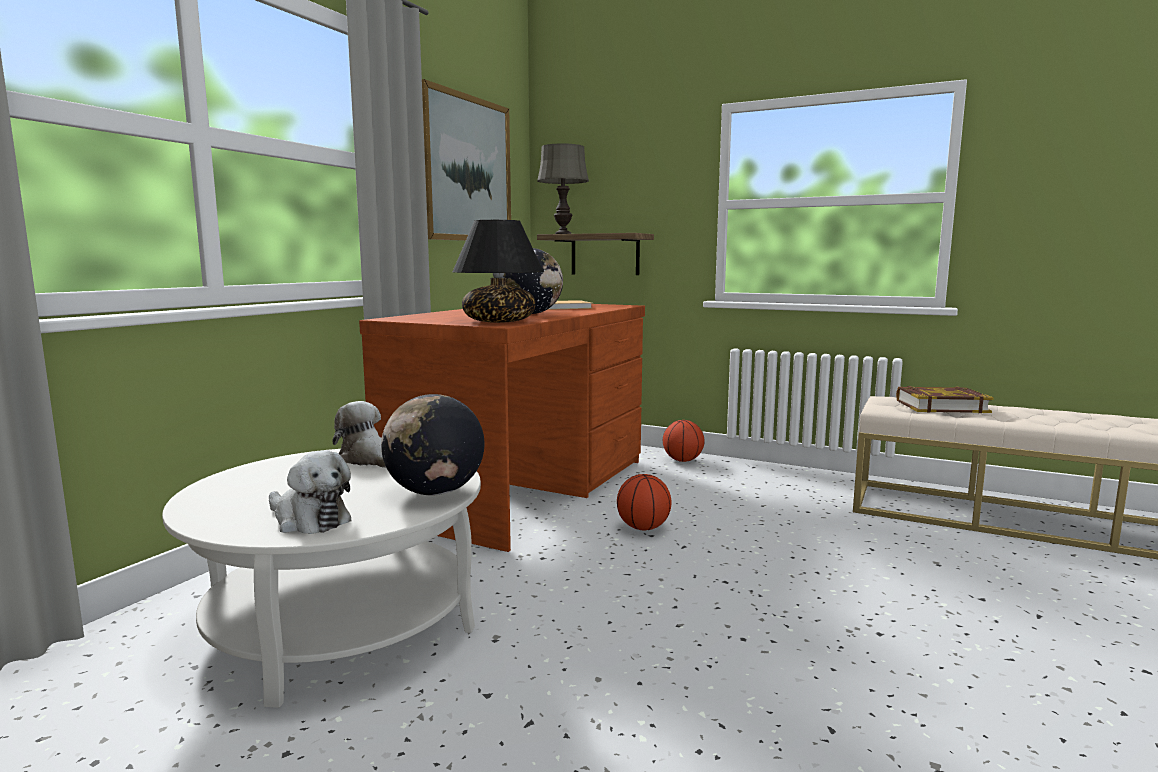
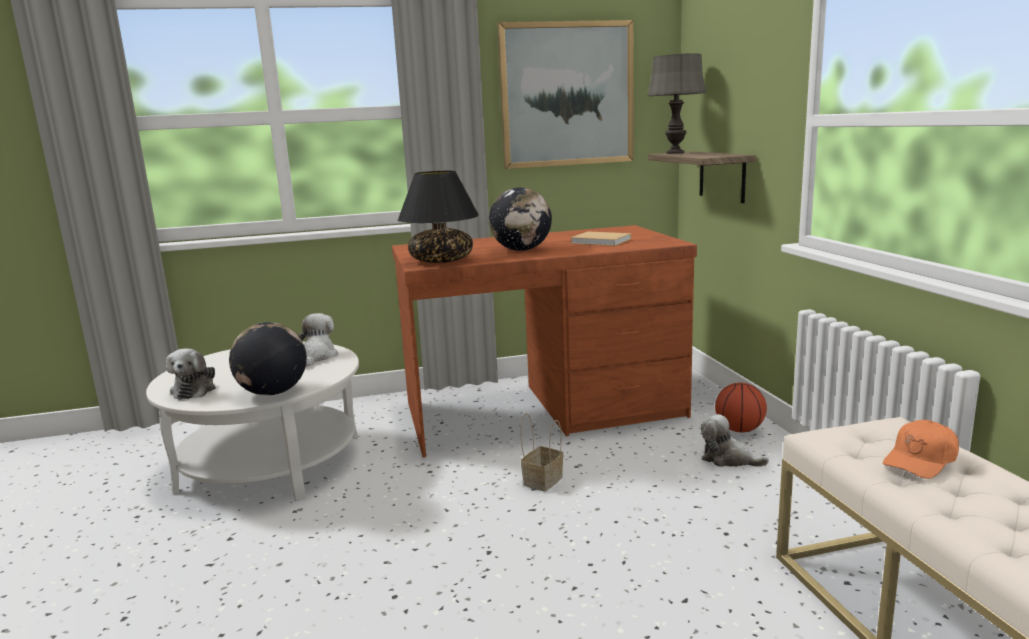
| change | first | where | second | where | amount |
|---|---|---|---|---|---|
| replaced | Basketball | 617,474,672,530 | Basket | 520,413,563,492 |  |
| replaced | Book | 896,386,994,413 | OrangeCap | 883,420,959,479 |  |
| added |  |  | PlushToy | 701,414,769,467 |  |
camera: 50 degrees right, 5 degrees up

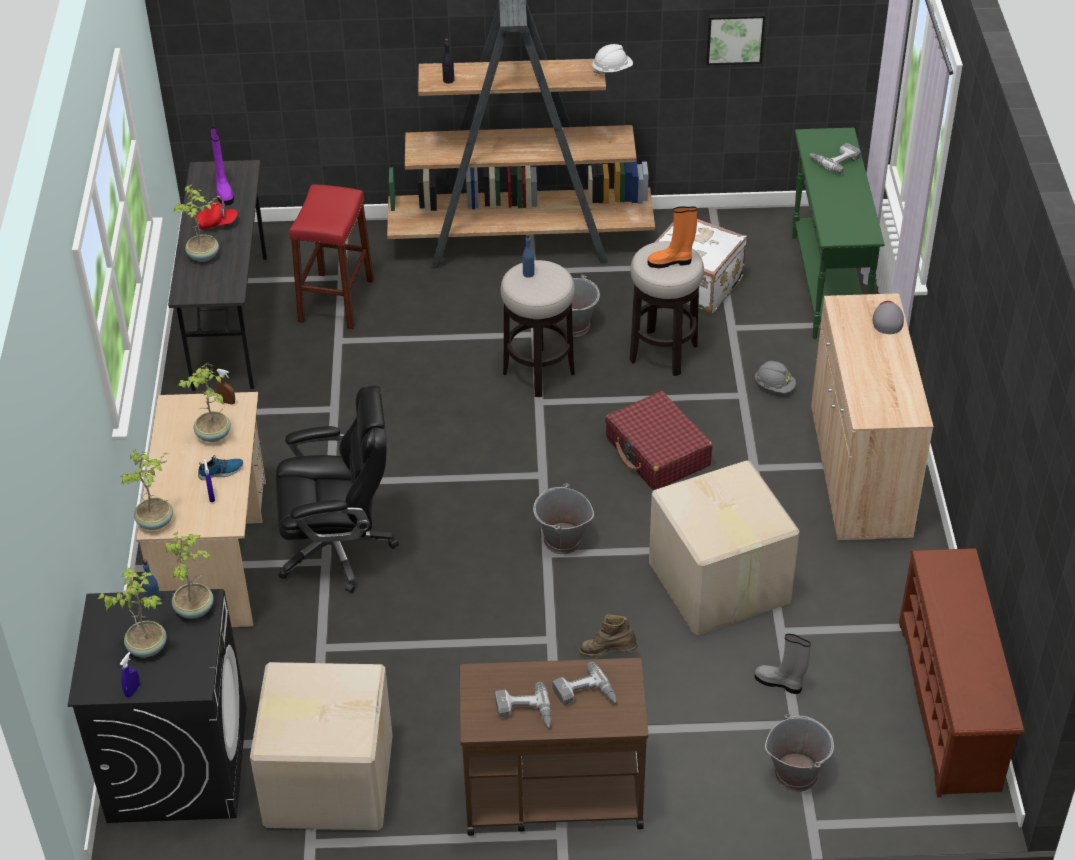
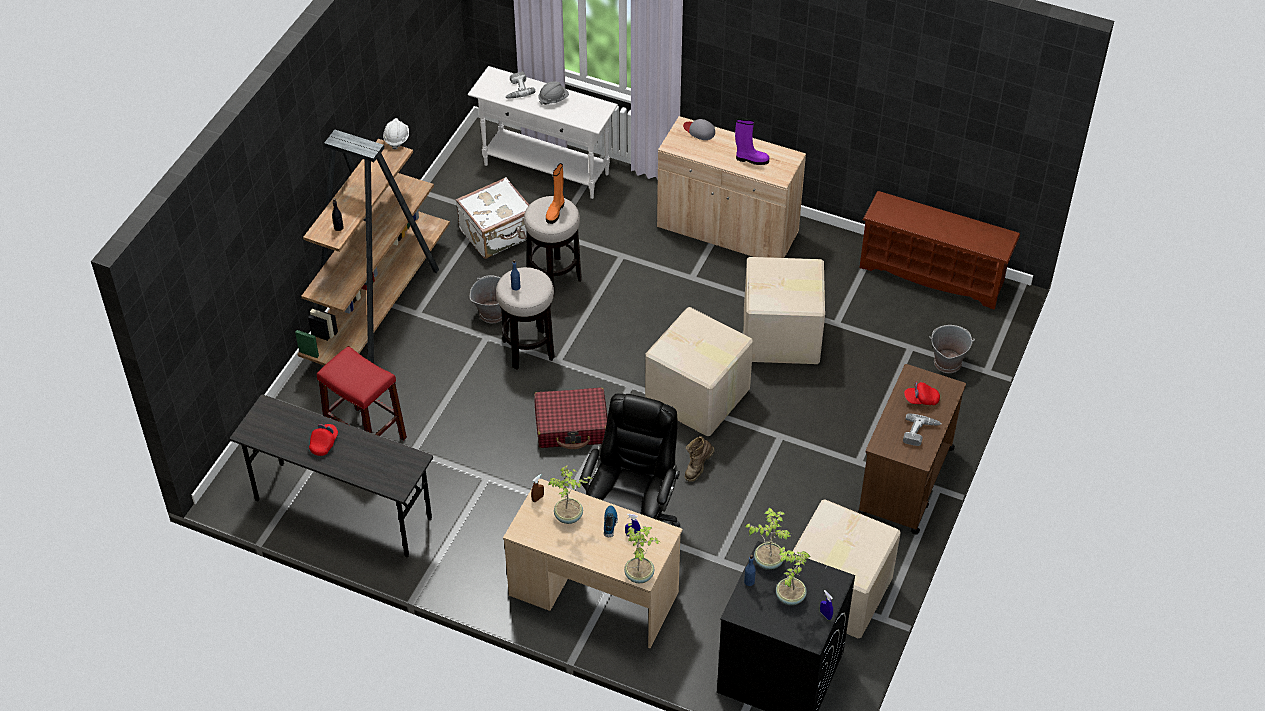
| change | first | where | second | where | amount |
|---|---|---|---|---|---|
| removed | PottedPlant | 173,184,222,262 |  |  |  |
| moved | PurpleBoot | 210,127,234,206 |  | 735,119,769,165 |  |
| replaced | GreyBucket | 533,484,594,554 | CardboardBox | 645,307,753,436 |  |
| replaced | PowerDrill | 552,662,616,705 | RedCap | 904,382,940,405 |  |
| moved | BrownBoot | 579,614,638,658 |  | 685,436,715,482 |  |
| moved | RedSuitcase | 605,391,713,490 |  | 534,387,607,449 |  |
| removed | Picture | 706,13,765,65 |  |  |  |
| moved | GreyHardHat | 755,361,796,393 |  | 538,82,569,105 |  |
| removed | GreyBoot | 755,634,811,694 |  |  |  |
| recoloured | GreenConsoleTable | 792,128,885,339 | WhiteConsoleTable | 468,66,618,199 |  |
camera: 65 degrees left, 5 degrees up

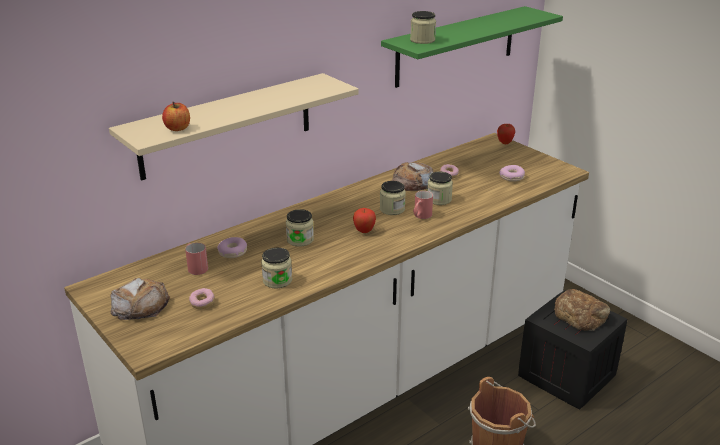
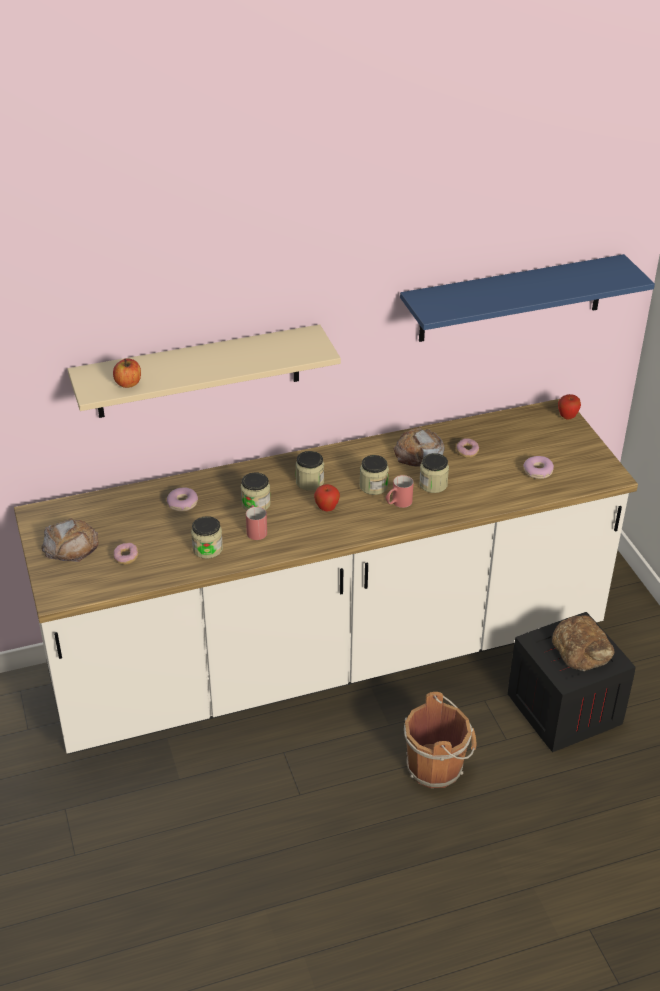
| change | first | where | second | where | amount |
|---|---|---|---|---|---|
| moved | RedMug | 185,243,208,275 |  | 246,505,267,540 |  |
| recoloured | GreenShelf | 381,6,563,88 | BlueShelf | 400,254,655,342 |  |
| moved | Jar | 410,11,436,44 |  | 296,451,324,491 |  |
camera: 20 degrees right, 10 degrees up

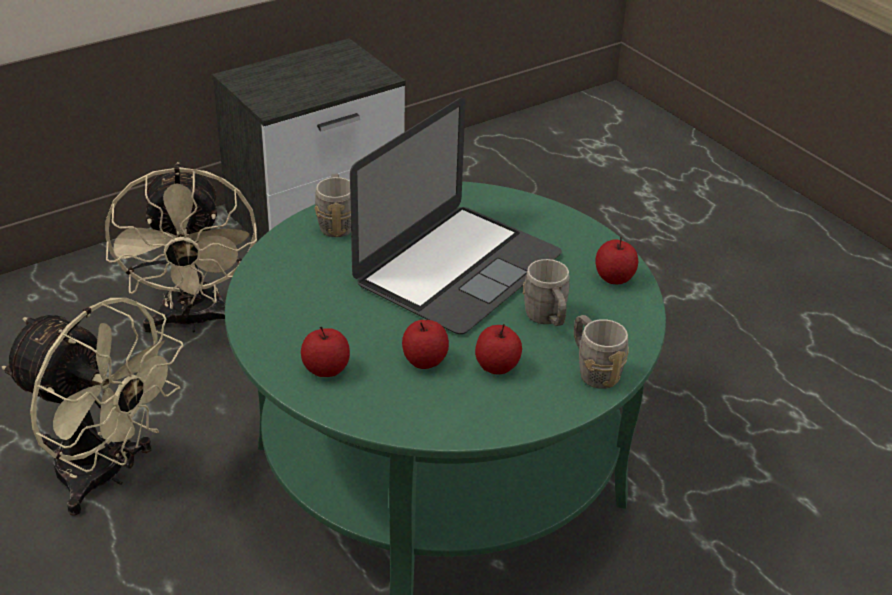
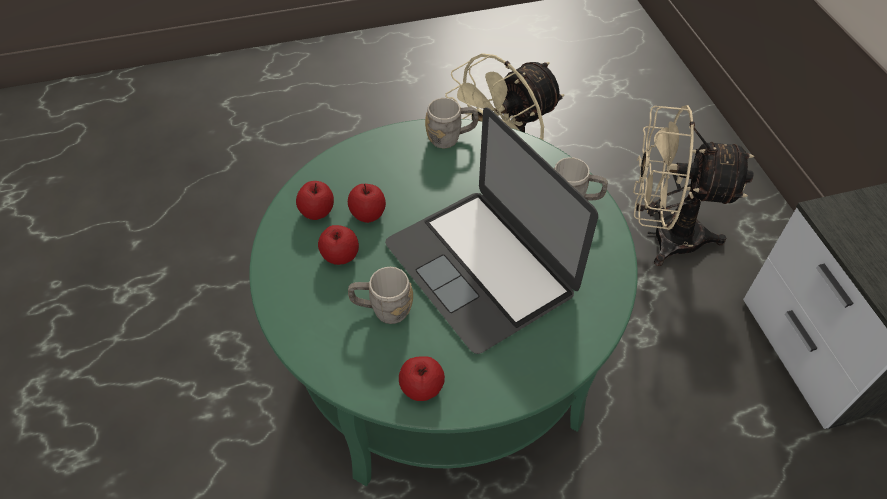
| change | first | where | second | where | amount |
|---|---|---|---|---|---|
| moved | Apple | 301,327,350,377 |  | 296,181,334,220 |  |
| moved | GreyMug | 574,315,629,389 |  | 425,98,478,148 |  |
camera: 110 degrees right, 15 degrees up

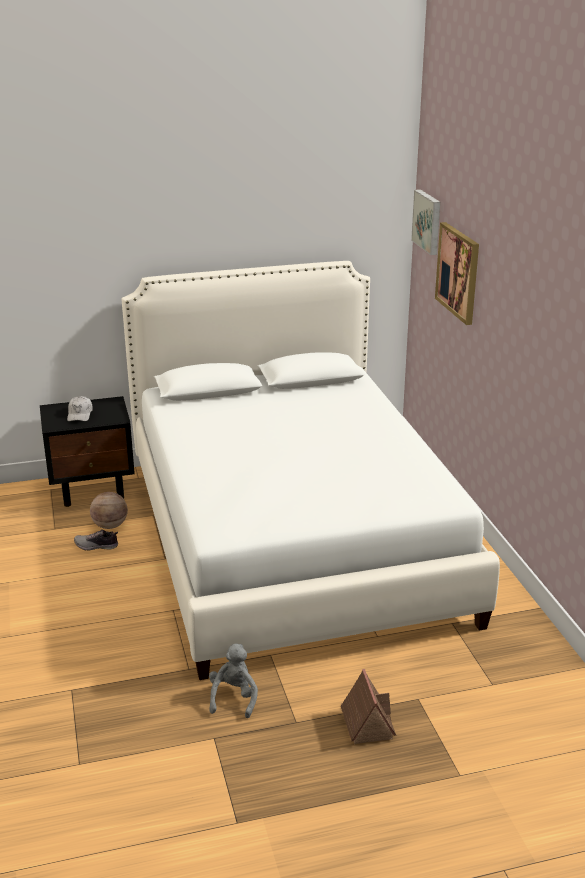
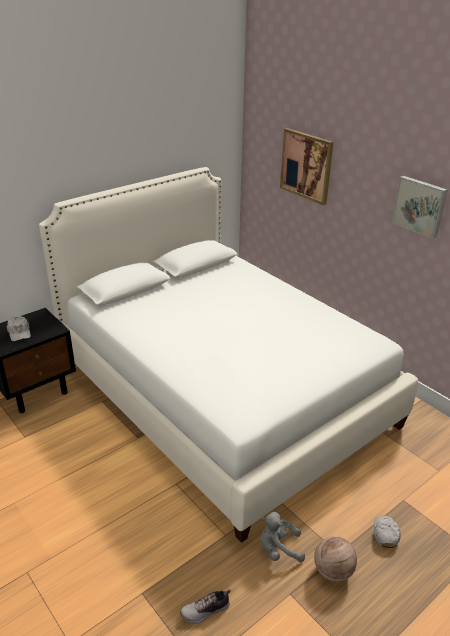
| change | first | where | second | where | amount |
|---|---|---|---|---|---|
| moved | Shoe | 74,529,118,551 |  | 180,590,231,624 |  |
| moved | Basketball | 90,492,128,529 |  | 314,536,357,582 |  |
| turned | GreyPlushToy | 209,644,258,718 |  | 260,512,305,562 | 75 degrees counterclockwise |
| replaced | ToyHouse | 341,669,396,744 | WhiteCap | 374,515,401,548 |  |
| moved | Picture | 411,189,440,255 |  | 392,176,448,239 |  |
camera: 25 degrees left, 5 degrees up

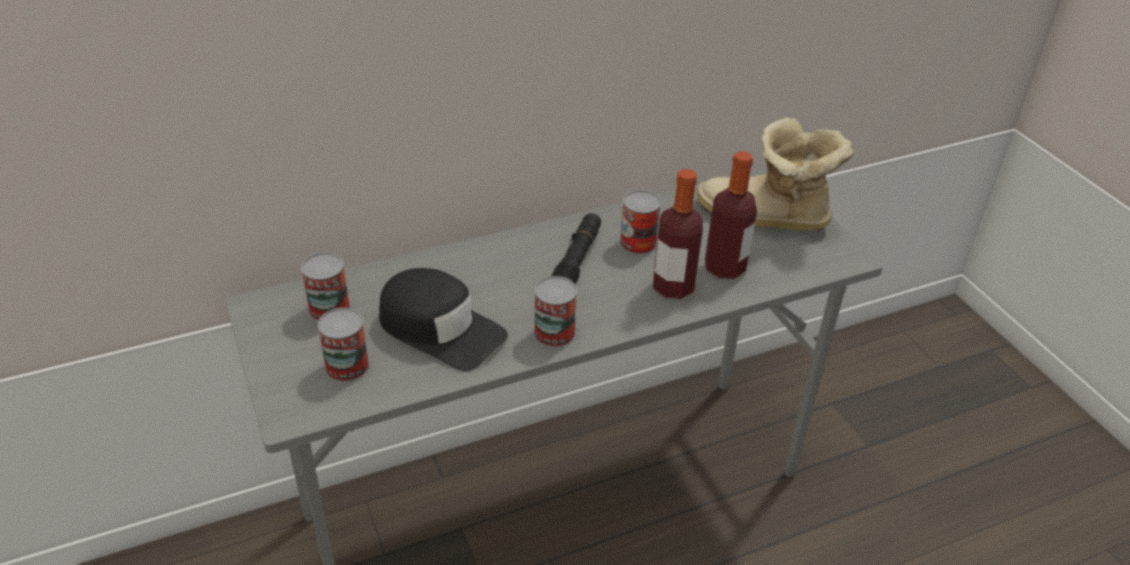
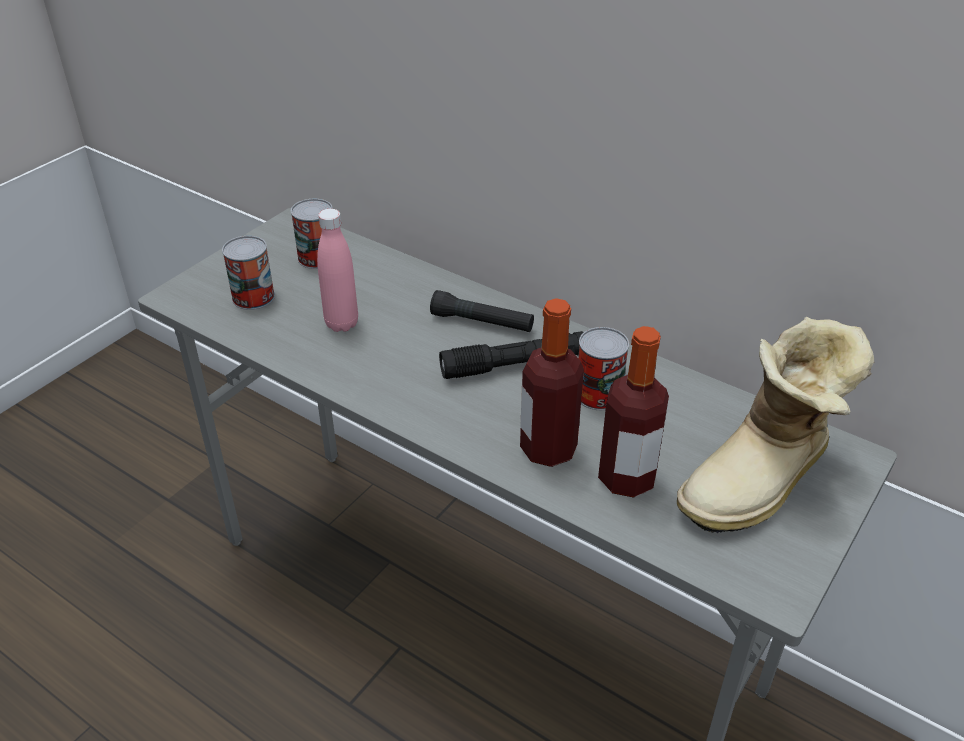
| change | first | where | second | where | amount |
|---|---|---|---|---|---|
| replaced | BlackCap | 379,268,508,371 | PinkBottle | 317,209,358,332 |  |
| removed | Can | 534,276,577,348 |  |  |  |
| turned | Boot | 697,118,854,231 |  | 677,317,874,533 | 120 degrees counterclockwise |
| added |  |  | BlackFlashlight | 430,290,534,332 |  |
camera: 60 degrees right, 0 degrees up

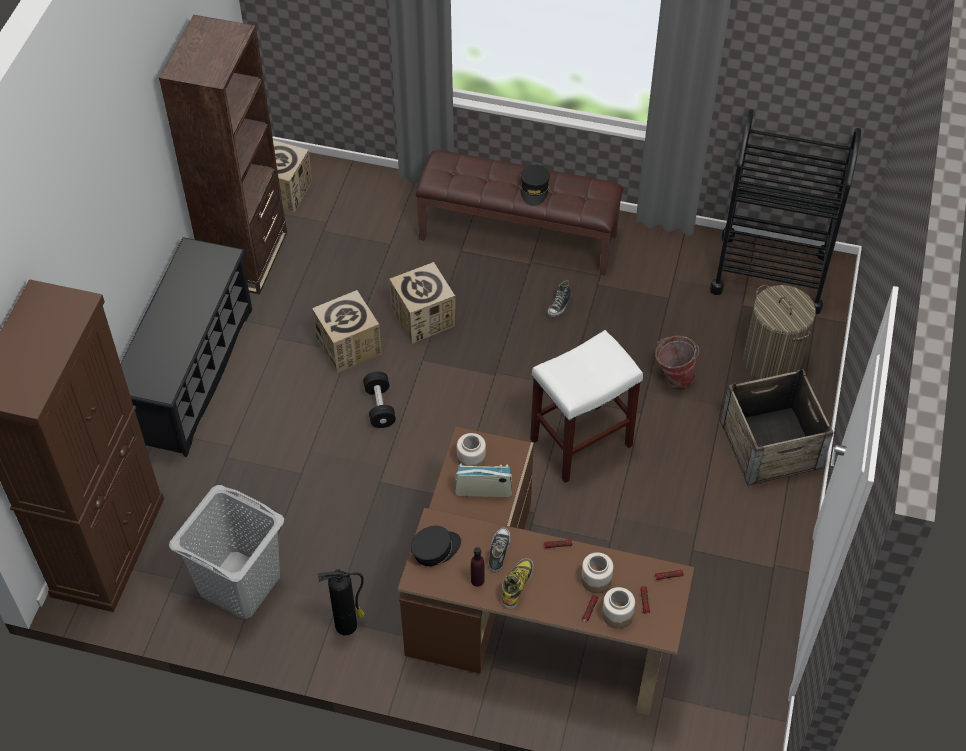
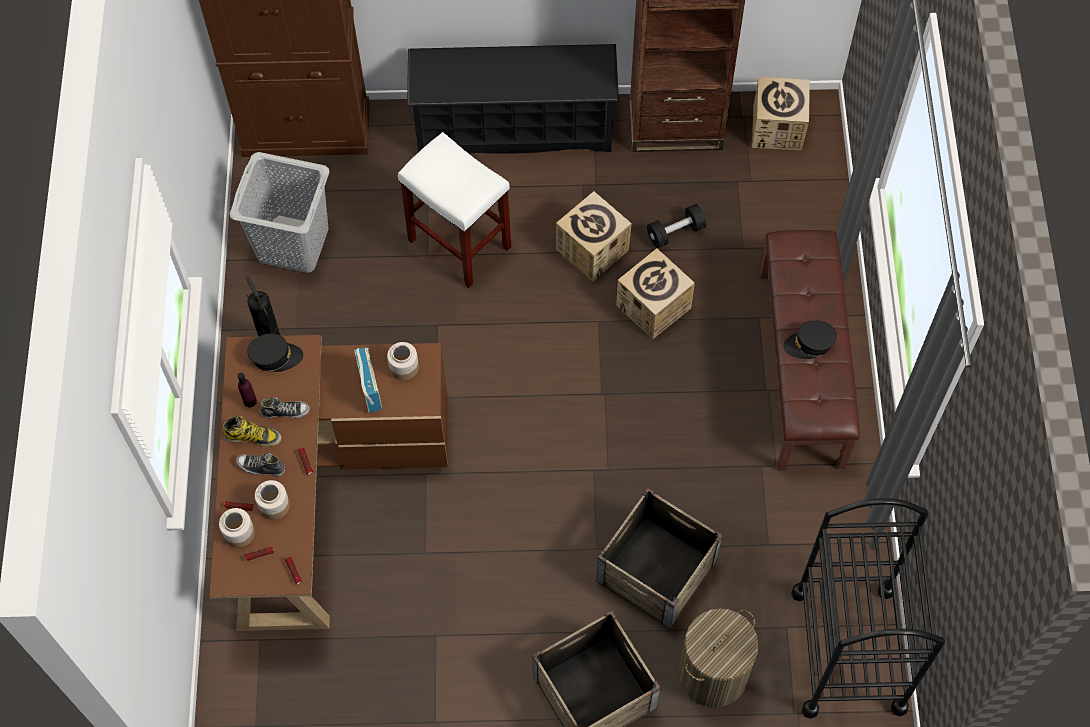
| change | first | where | second | where | amount |
|---|---|---|---|---|---|
| moved | BlackDumbbell | 363,372,396,428 |  | 647,204,706,248 |  |
| turned | BlackCap | 411,526,461,566 |  | 247,334,303,372 | 45 degrees counterclockwise |
| moved | WhiteStool | 530,330,643,483 |  | 398,132,511,288 |  |
| moved | Shoe | 548,280,571,317 |  | 236,453,285,476 |  |
| replaced | Bucket | 655,335,699,388 | Crate | 596,488,723,629 |  |
camera: 75 degrees right, 10 degrees up

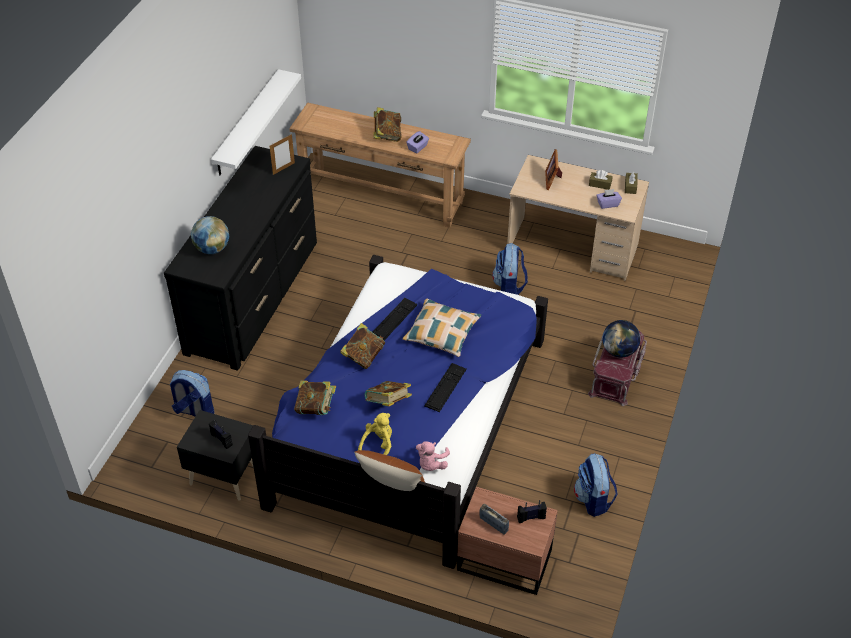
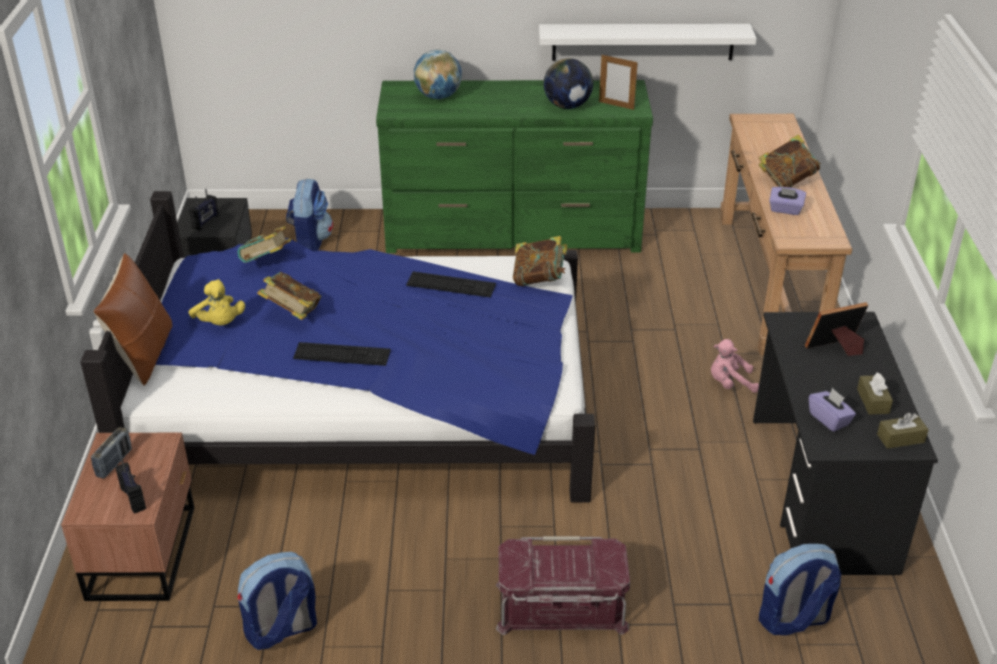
| change | first | where | second | where | amount |
|---|---|---|---|---|---|
| recoloured | BlackDresser | 164,146,317,371 | GreenDresser | 376,80,653,253 |  |
| moved | Book | 340,323,385,369 |  | 513,236,568,286 |  |
| turned | YellowPlushToy | 358,413,392,455 |  | 188,279,245,325 | 45 degrees clockwise |
| removed | Pillow | 402,298,481,357 |  |  |  |
| moved | PinkPlushToy | 416,441,450,471 |  | 711,339,759,393 |  |
| moved | Backpack | 492,243,528,295 |  | 759,544,841,635 |  |
| recoloured | BeigeDesk | 507,155,649,281 | BlackDesk | 753,312,938,575 |  |
| moved | Globe | 602,320,640,357 |  | 543,58,593,109 |  |
camera: 70 degrees right, 10 degrees down

